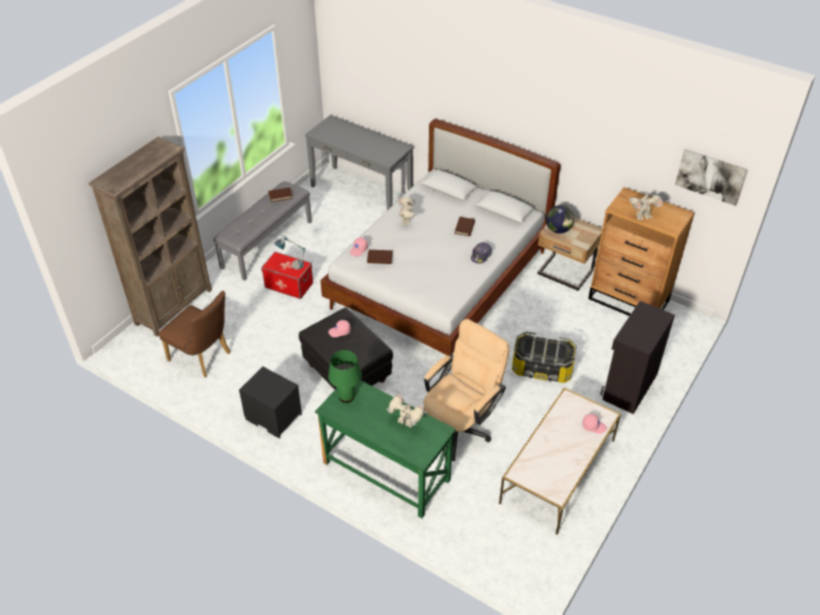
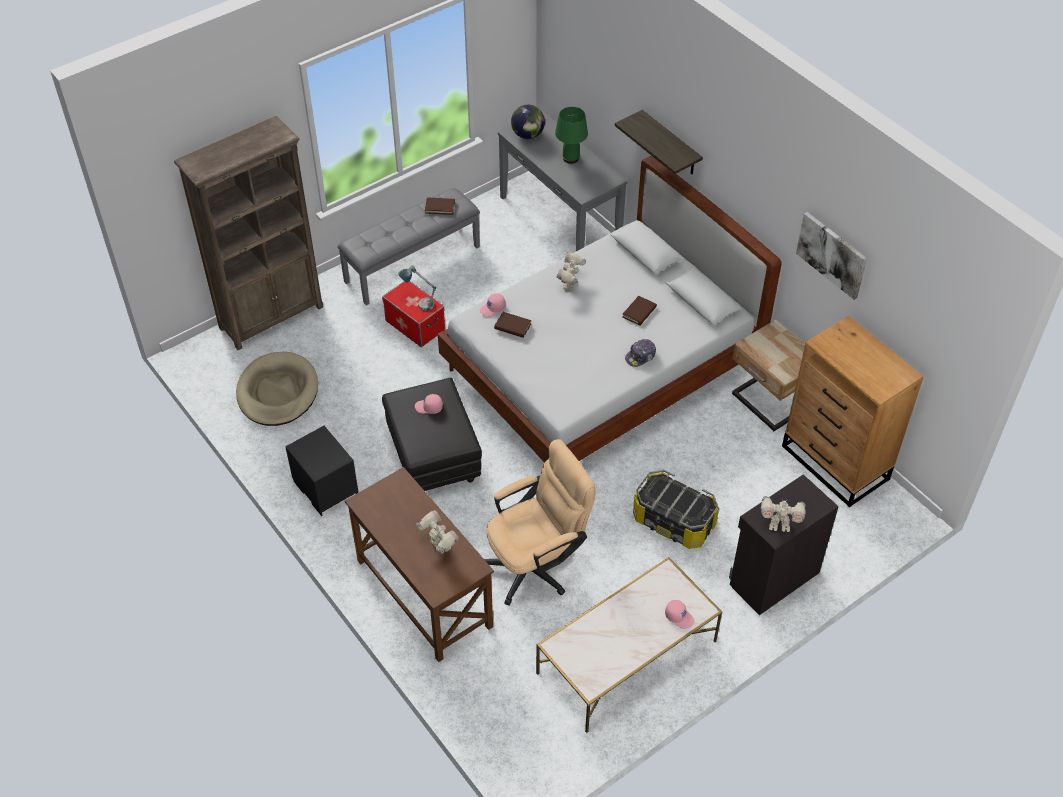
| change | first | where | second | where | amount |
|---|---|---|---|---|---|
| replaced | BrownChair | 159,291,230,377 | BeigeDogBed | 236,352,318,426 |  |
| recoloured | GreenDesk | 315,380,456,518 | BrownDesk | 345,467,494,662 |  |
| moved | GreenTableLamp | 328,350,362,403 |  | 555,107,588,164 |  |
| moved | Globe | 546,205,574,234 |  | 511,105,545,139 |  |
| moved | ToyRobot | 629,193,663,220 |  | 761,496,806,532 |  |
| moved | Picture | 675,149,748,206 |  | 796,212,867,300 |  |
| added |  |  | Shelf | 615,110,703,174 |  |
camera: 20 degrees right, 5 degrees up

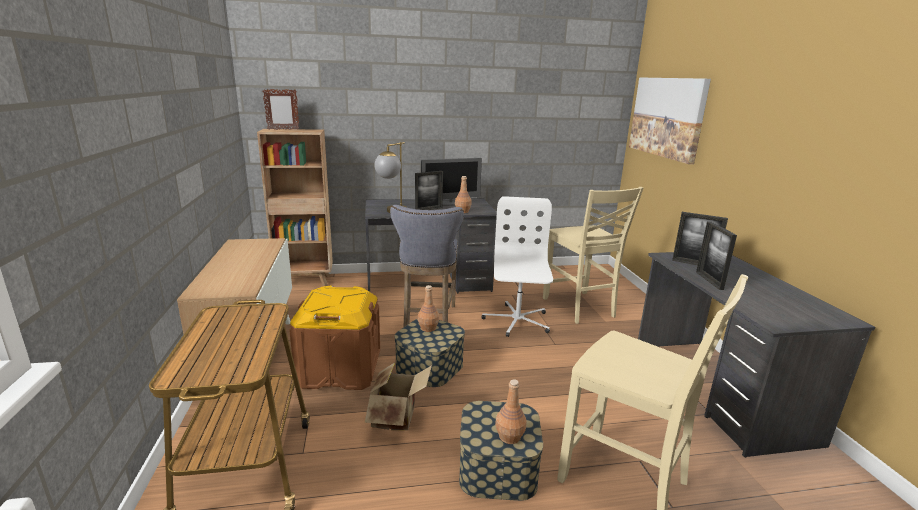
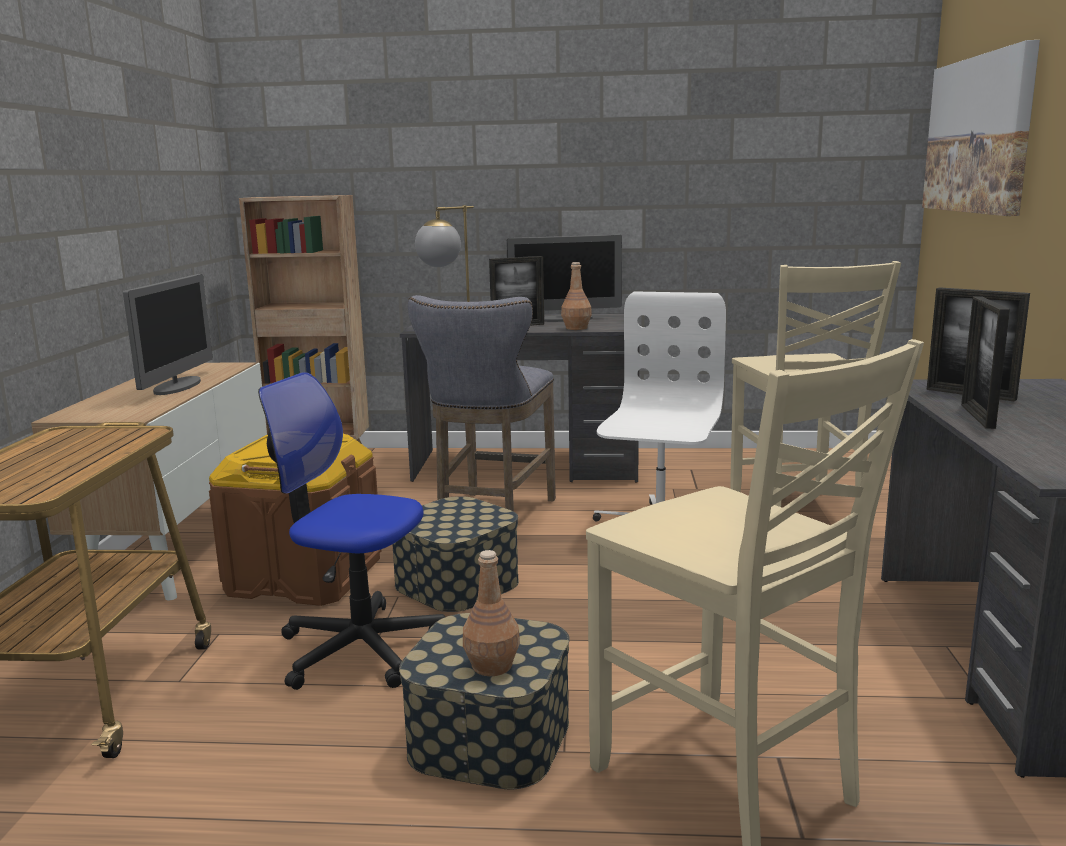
| change | first | where | second | where | amount |
|---|---|---|---|---|---|
| removed | PictureFrame | 263,89,299,130 |  |  |  |
| replaced | CardboardBox | 365,362,432,430 | OfficeChair | 258,372,445,690 |  |
| removed | BrownBottle | 418,285,439,332 |  |  |  |
| added |  |  | Monitor | 123,274,213,395 |  |
camera: 15 degrees right, 5 degrees down

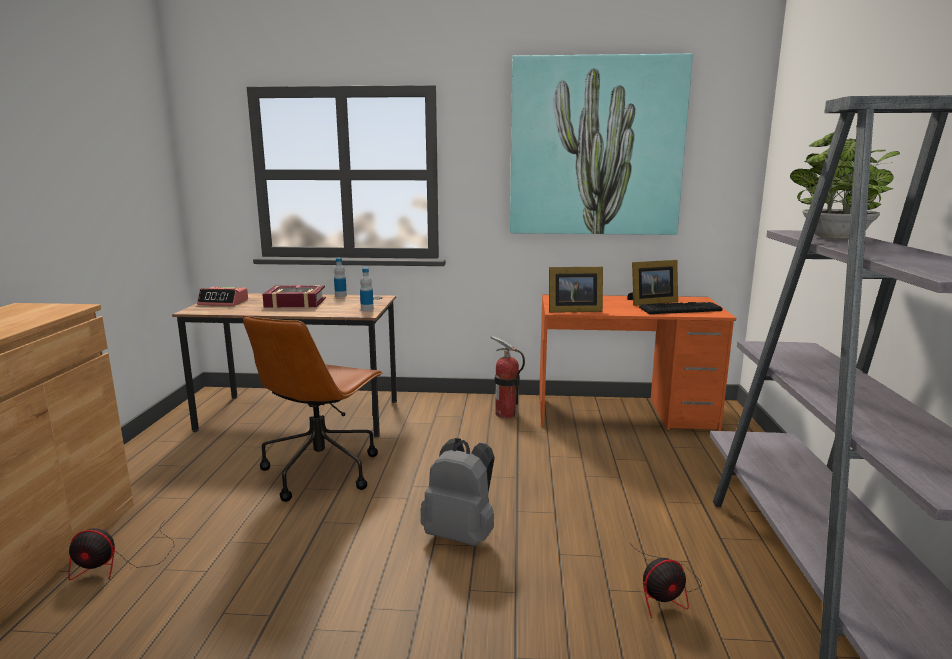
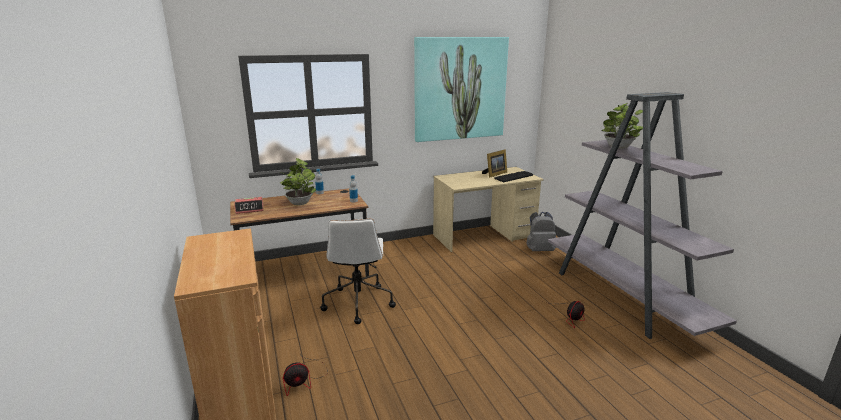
| change | first | where | second | where | amount |
|---|---|---|---|---|---|
| recoloured | BrownOfficeChair | 243,316,383,502 | WhiteOfficeChair | 320,219,396,324 |  |
| replaced | Book | 262,285,326,308 | PottedPlant | 280,158,316,205 |  |
| moved | GreyBackpack | 420,438,495,546 |  | 527,212,557,251 |  |
| removed | FireExtinguisher | 491,336,525,418 |  |  |  |
| recoloured | OrangeDesk | 539,294,736,431 | BeigeDesk | 433,167,543,252 |  |
| removed | PictureFrame | 549,267,603,313 |  |  |  |
camera: 25 degrees left, 5 degrees up

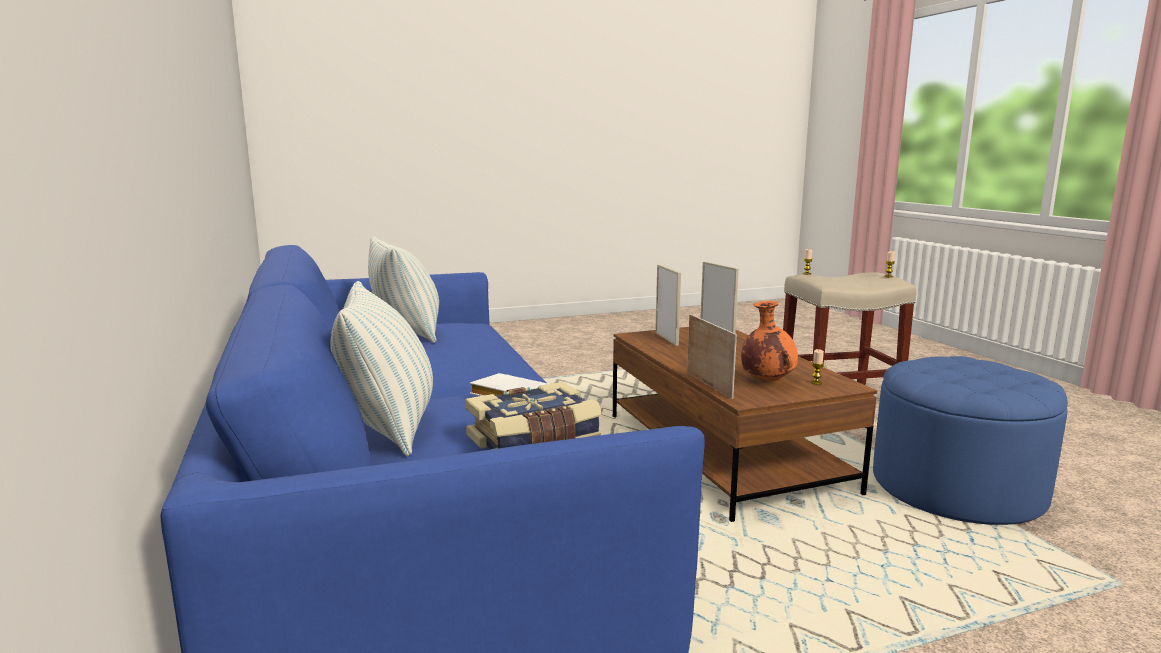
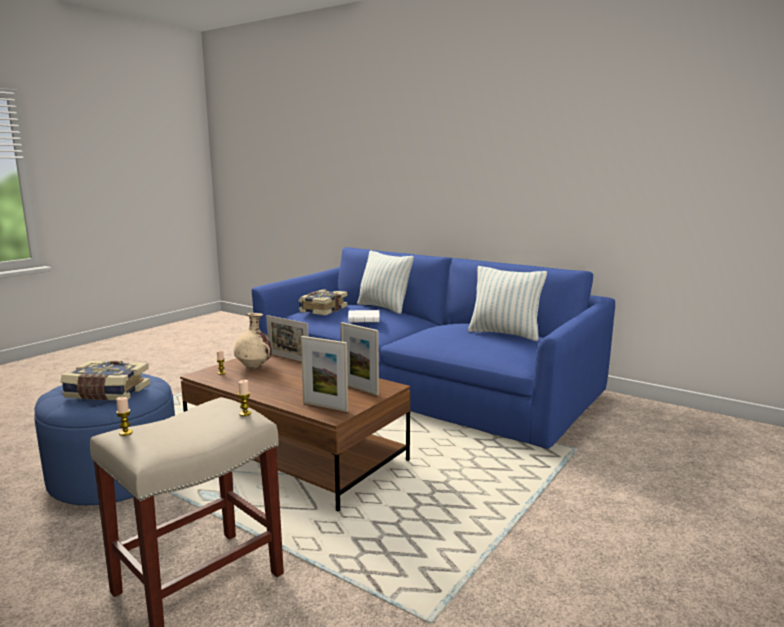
| change | first | where | second | where | amount |
|---|---|---|---|---|---|
| recoloured | OrangeVase | 741,301,798,381 | BeigeVase | 234,313,272,369 |  |
| added |  |  | Book | 60,360,150,400 |  |
camera: 145 degrees right, 0 degrees up

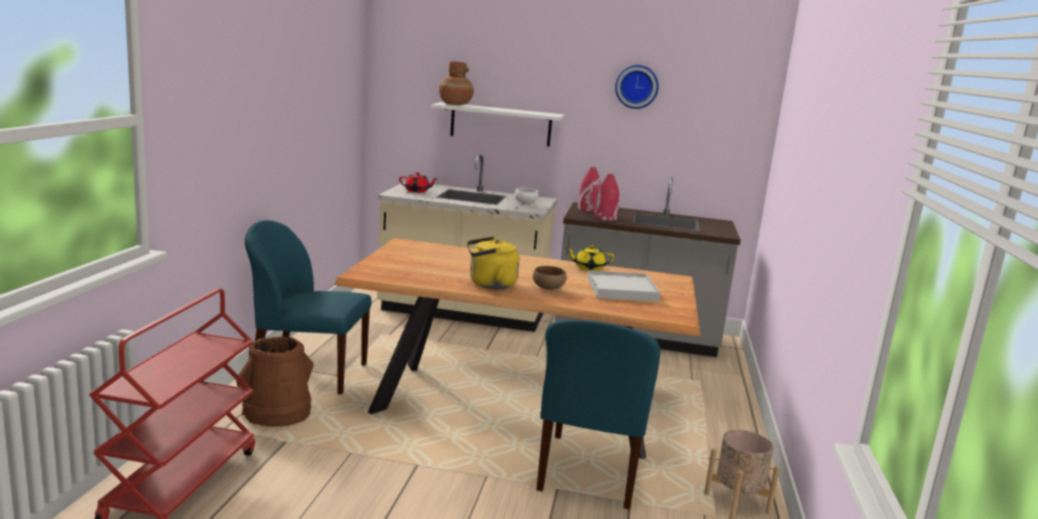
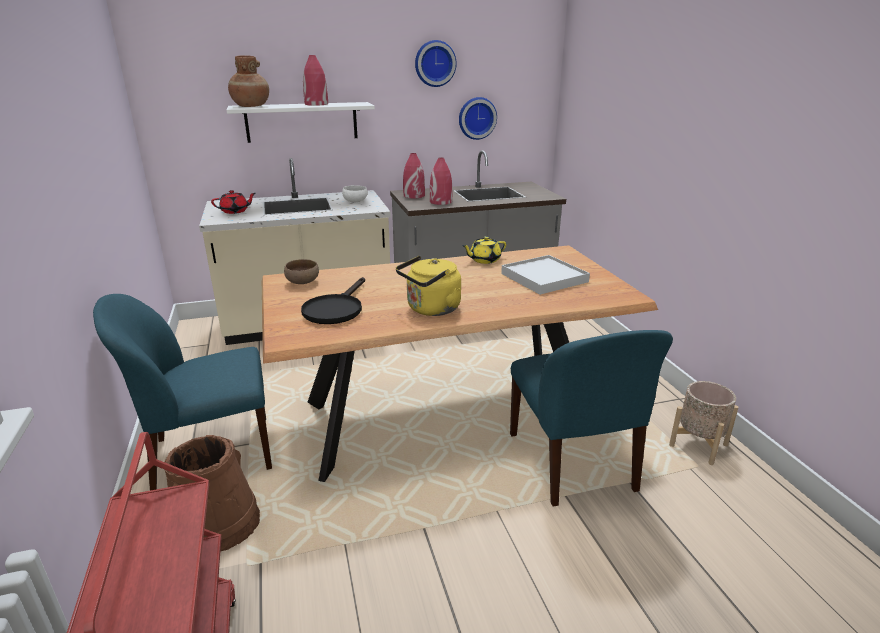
| change | first | where | second | where | amount |
|---|---|---|---|---|---|
| moved | BrownBowl | 533,266,566,290 |  | 284,259,319,284 |  |
| added |  |  | BlackFryingPan | 301,277,365,324 |  |
| added |  |  | RedVase | 303,55,328,106 |  |
| added |  |  | WallClock | 459,97,497,140 |  |
camera: 25 degrees left, 10 degrees up

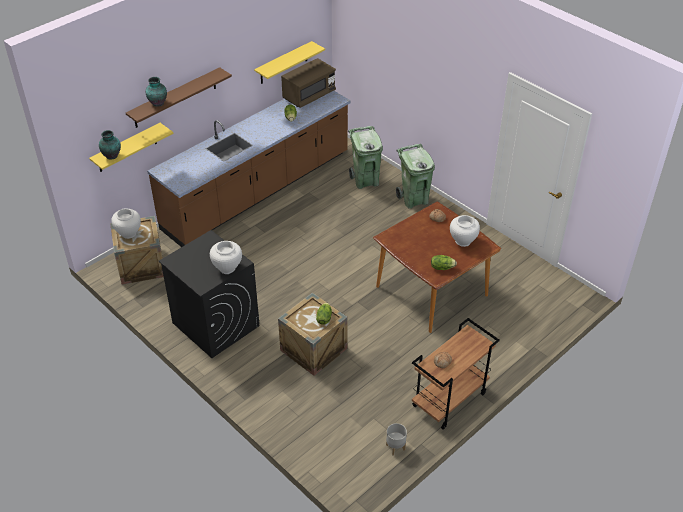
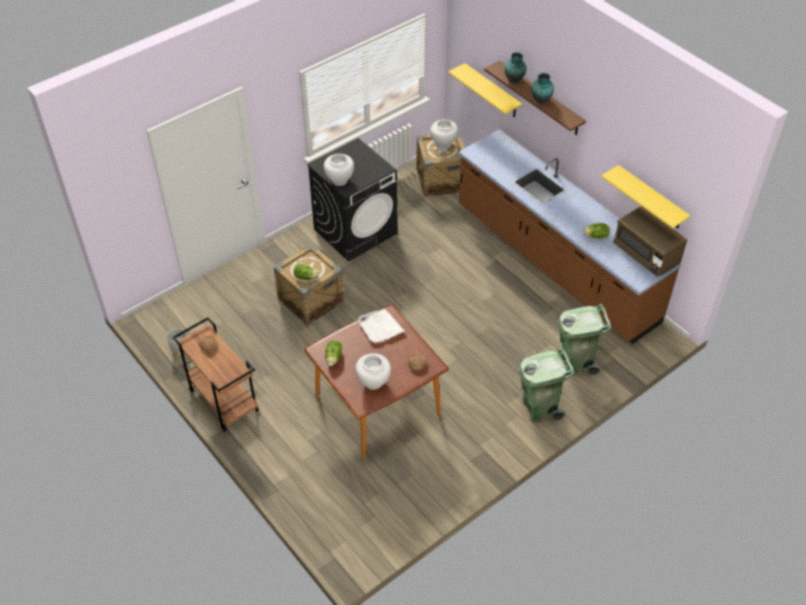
| change | first | where | second | where | amount |
|---|---|---|---|---|---|
| moved | Vase | 99,130,121,160 |  | 531,73,554,104 |  |
| added |  |  | WhiteTray | 358,309,405,342 |  |
camera: 95 degrees right, 5 degrees up

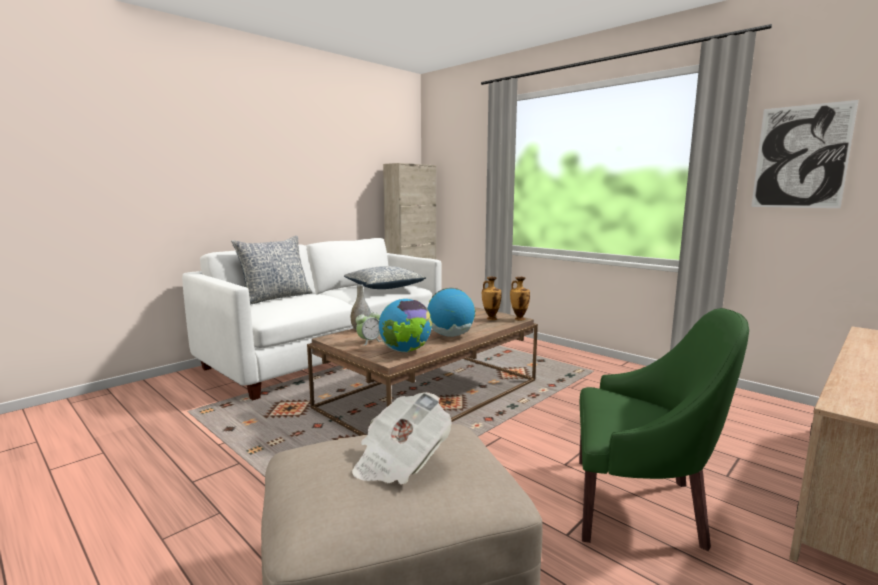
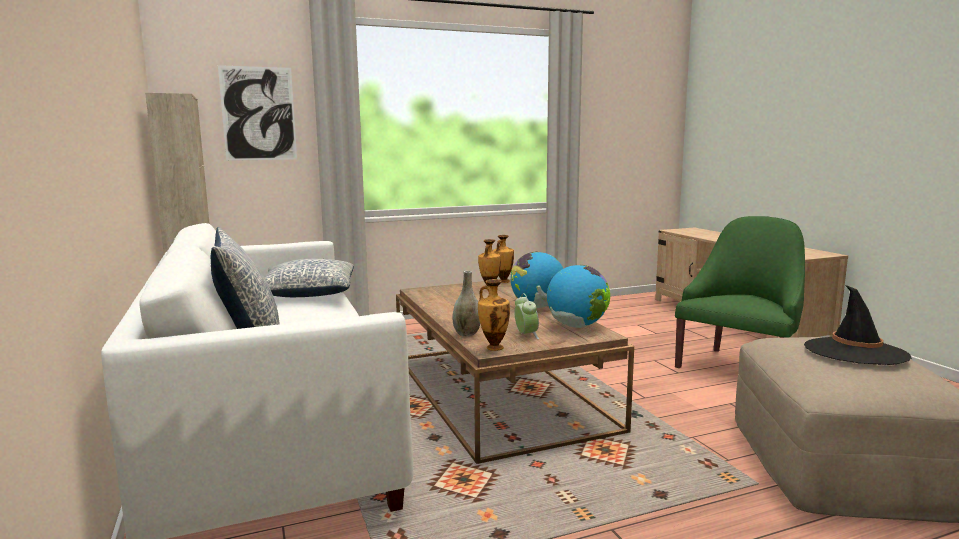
| change | first | where | second | where | amount |
|---|---|---|---|---|---|
| replaced | Newspaper | 352,392,452,484 | BlackHat | 804,285,911,365 |  |
| moved | Picture | 751,100,859,208 |  | 218,65,297,161 |  |
| added |  |  | Vase | 478,279,510,351 |  |
camera: 65 degrees left, 0 degrees up

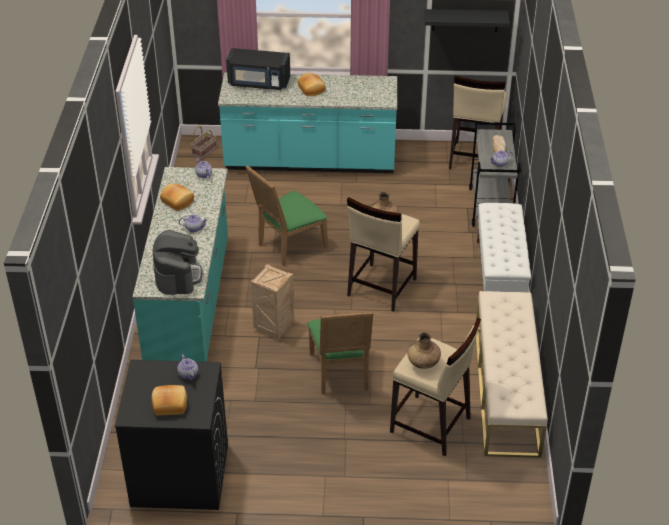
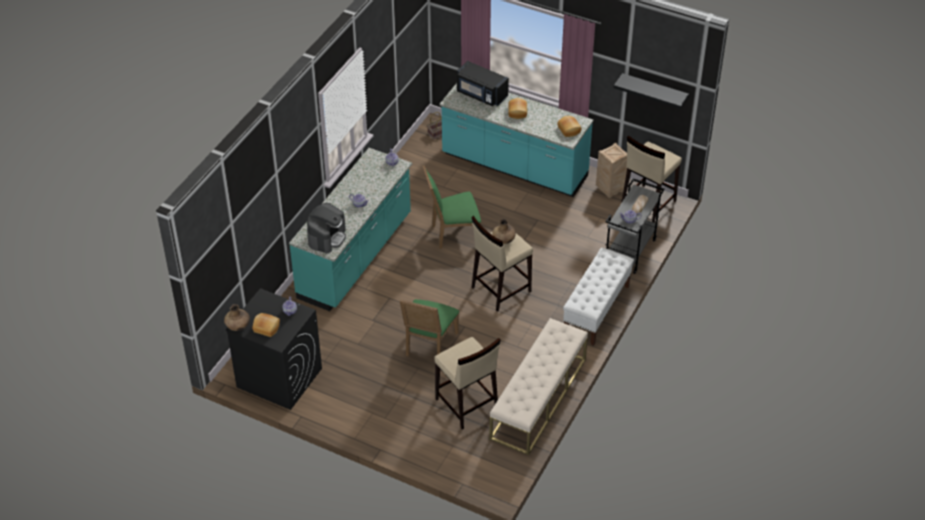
| change | first | where | second | where | amount |
|---|---|---|---|---|---|
| moved | Bread | 160,183,194,211 |  | 557,116,582,137 |  |
| moved | Crate | 251,264,294,340 |  | 596,143,627,198 |  |
| moved | BrownVase | 407,332,441,369 |  | 224,304,250,331 |  |
camera: 25 degrees right, 5 degrees up

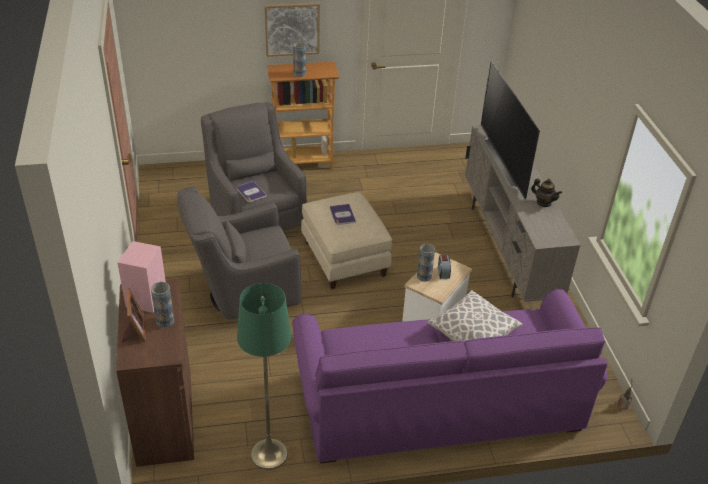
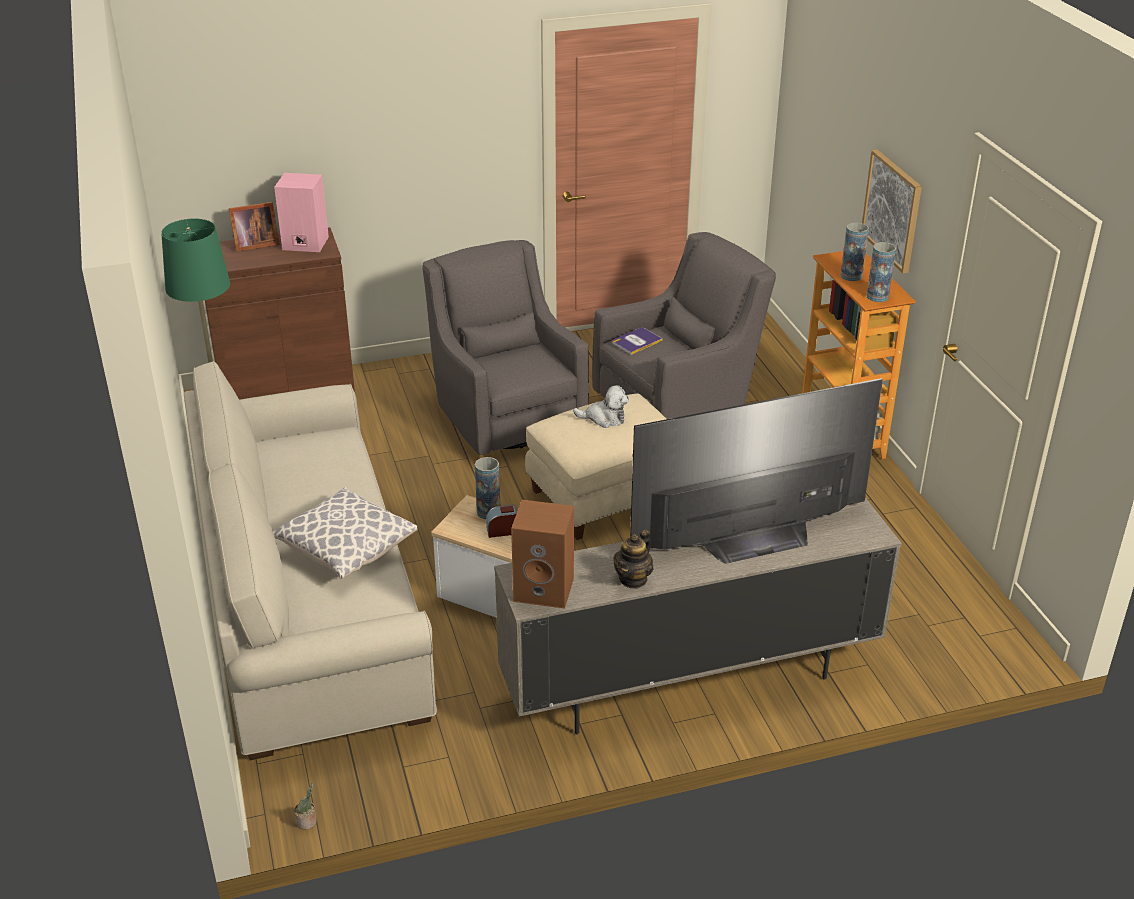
| change | first | where | second | where | amount |
|---|---|---|---|---|---|
| moved | Vase | 151,282,174,328 |  | 867,242,896,302 |  |
| recoloured | PurpleSofa | 292,289,608,463 | BeigeSofa | 184,361,437,760 |  |
| replaced | Book | 330,204,356,225 | PlushToy | 573,385,629,428 |  |
| added |  |  | BrownSpeaker | 511,500,574,609 |  |
camera: 85 degrees right, 5 degrees down

